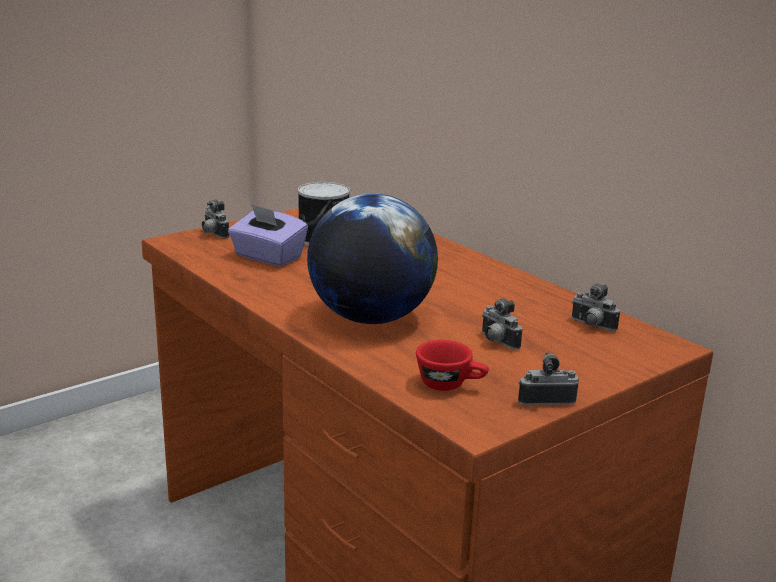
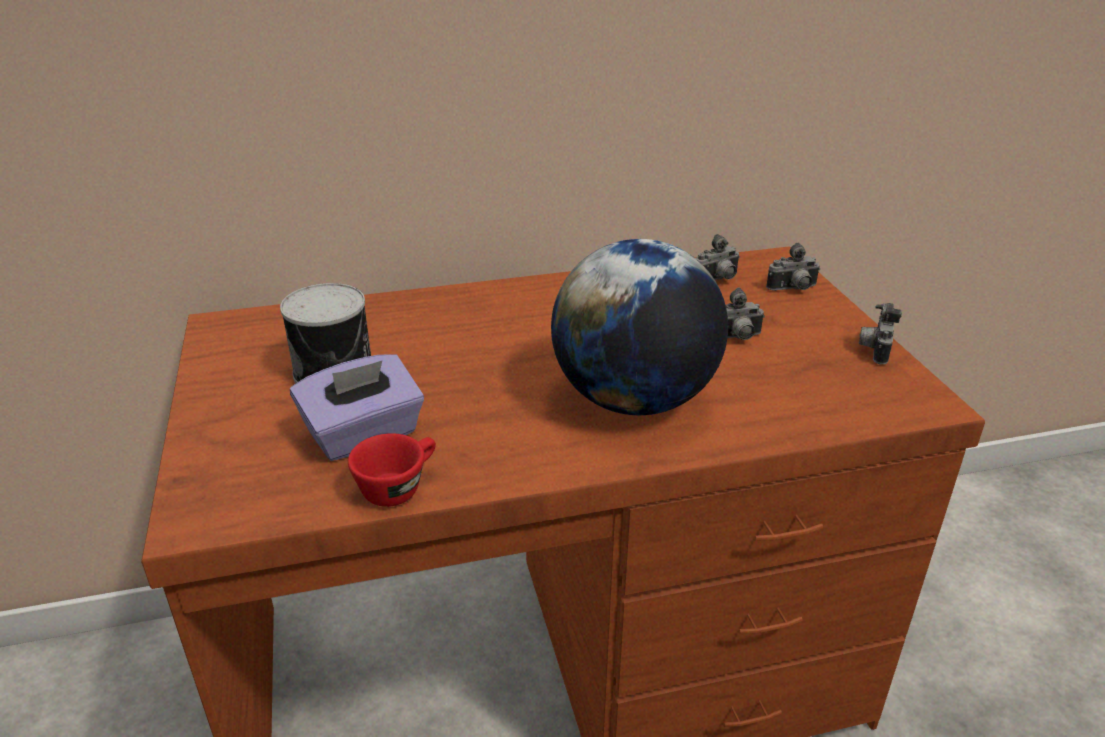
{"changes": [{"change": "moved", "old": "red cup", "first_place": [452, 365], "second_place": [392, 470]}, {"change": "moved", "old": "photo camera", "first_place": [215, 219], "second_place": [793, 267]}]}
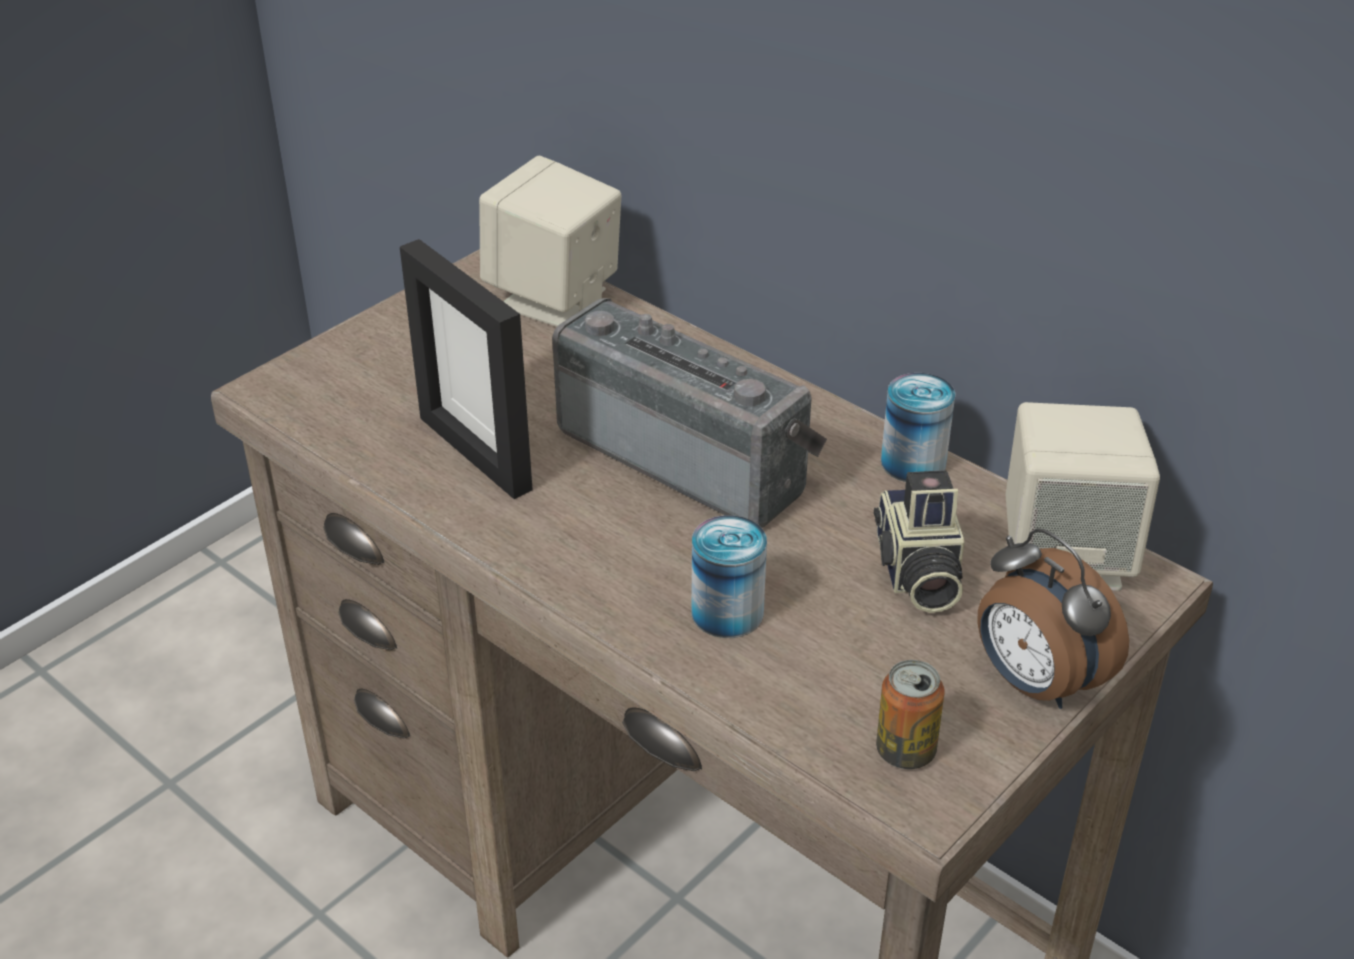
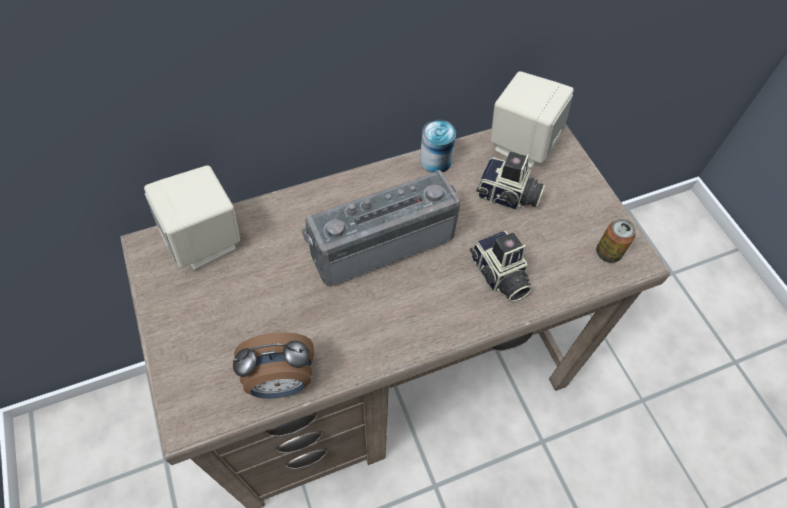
{"changes": [{"change": "moved", "old": "alarm clock", "first_place": [1053, 618], "second_place": [273, 365]}, {"change": "replaced", "old": "can", "new": "photo camera", "first_place": [729, 576], "second_place": [501, 266]}, {"change": "removed", "old": "picture frame", "first_place": [466, 369]}]}
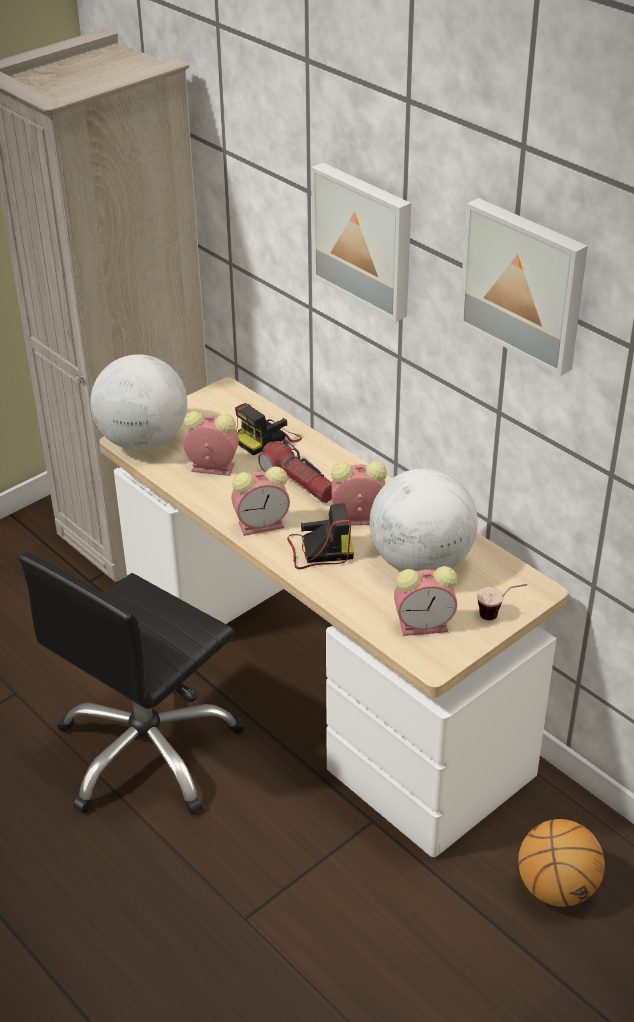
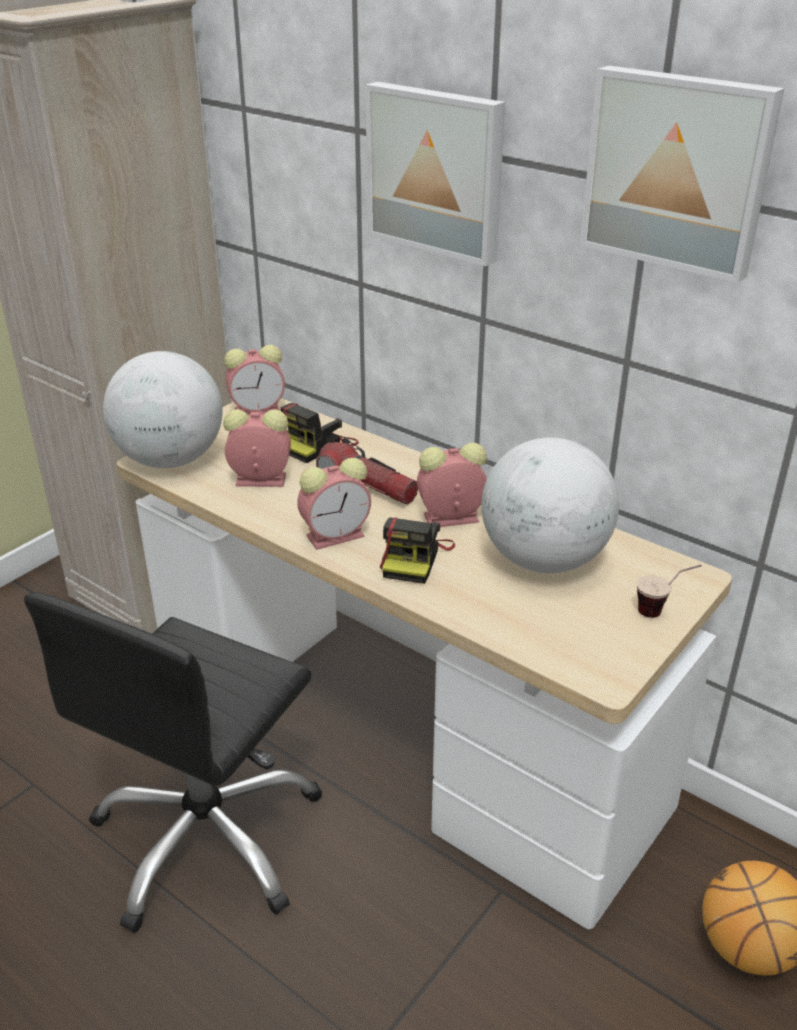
{"changes": [{"change": "moved", "old": "alarm clock", "first_place": [425, 601], "second_place": [254, 380]}, {"change": "turned", "old": "photo camera", "first_place": [320, 536], "second_place": [417, 550], "degrees": 120}]}
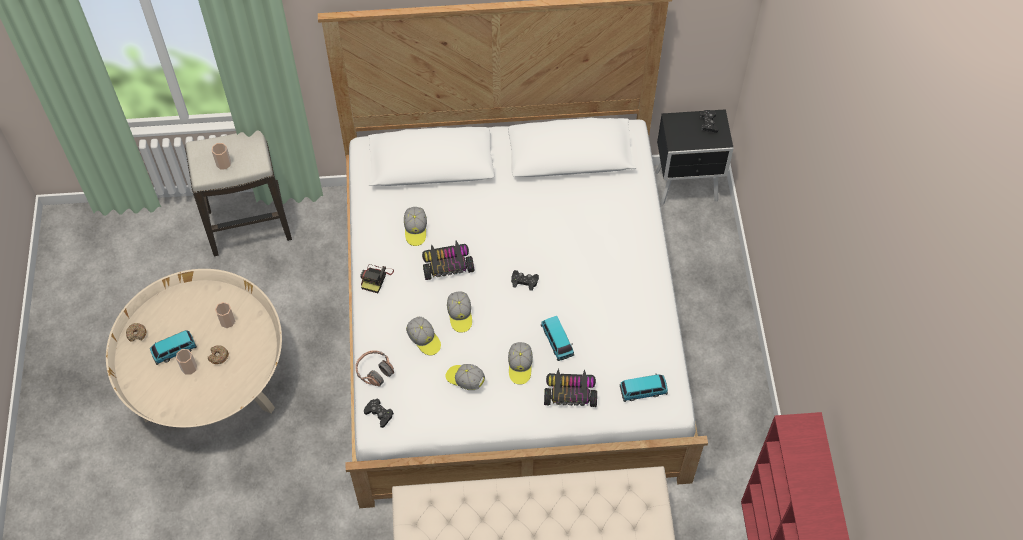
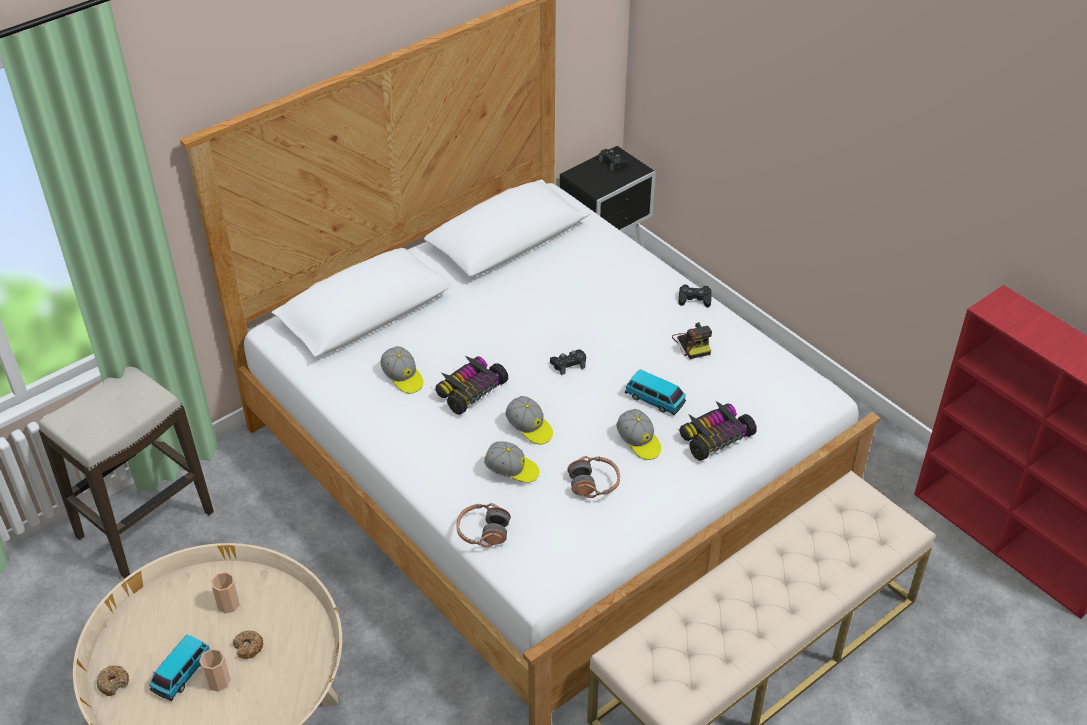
{"changes": [{"change": "replaced", "old": "cap", "new": "headphones", "first_place": [465, 377], "second_place": [593, 477]}, {"change": "moved", "old": "photo camera", "first_place": [377, 278], "second_place": [692, 340]}, {"change": "moved", "old": "black game controller", "first_place": [379, 413], "second_place": [695, 296]}, {"change": "removed", "old": "cup", "first_place": [221, 156]}, {"change": "removed", "old": "toy car", "first_place": [644, 388]}]}
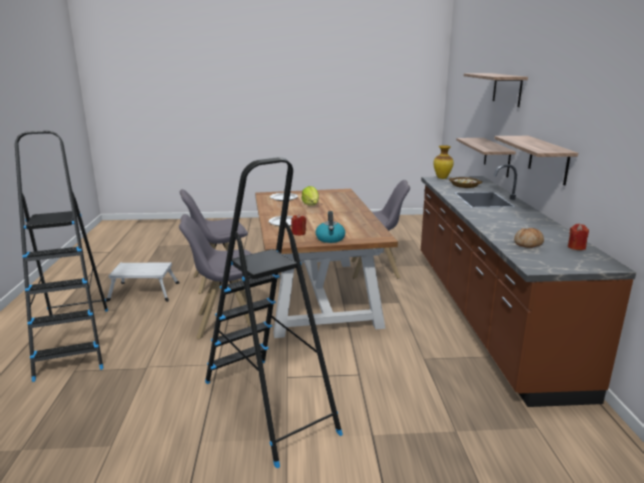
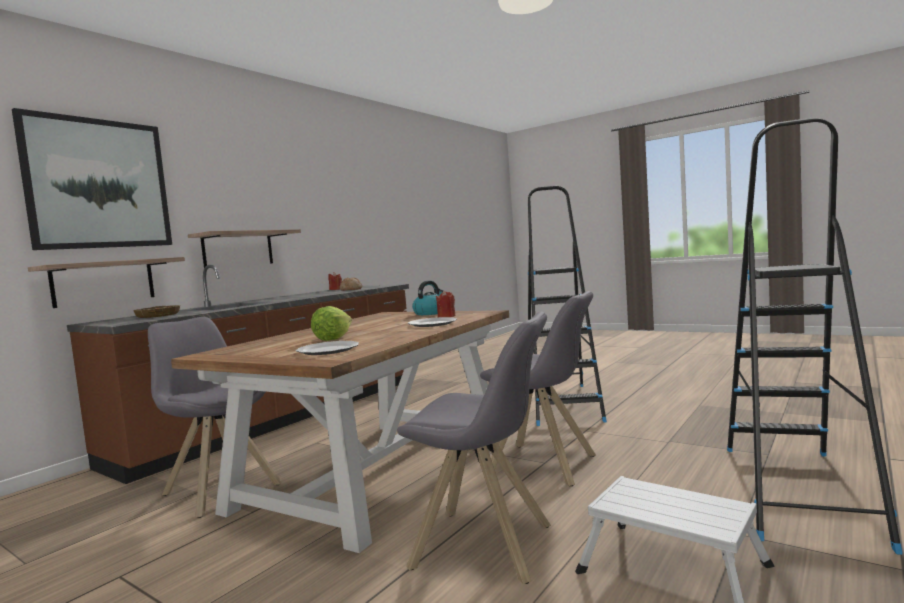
{"changes": [{"change": "replaced", "old": "shelf", "new": "picture", "first_place": [496, 90], "second_place": [92, 179]}, {"change": "removed", "old": "vase", "first_place": [443, 162]}]}
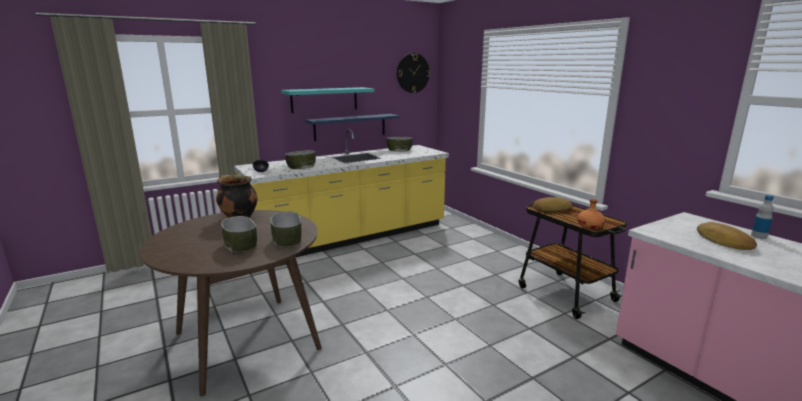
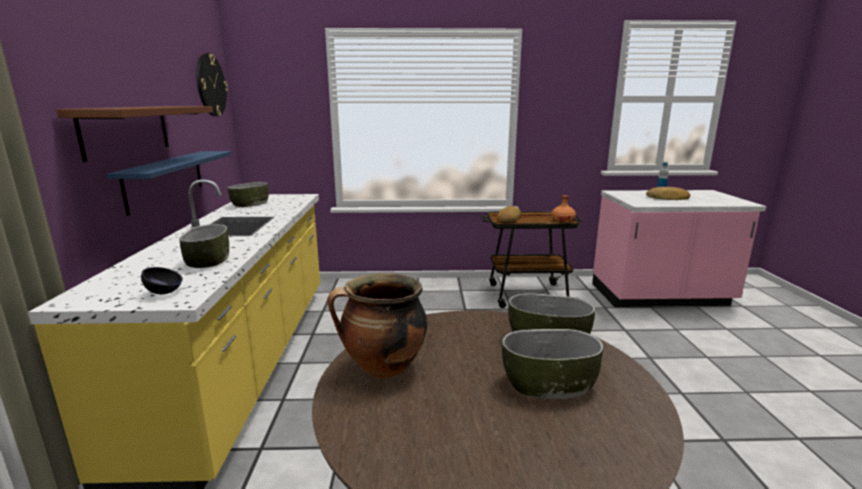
{"changes": [{"change": "recoloured", "old": "turquoise shelf", "new": "brown shelf", "first_place": [328, 100], "second_place": [134, 134]}]}
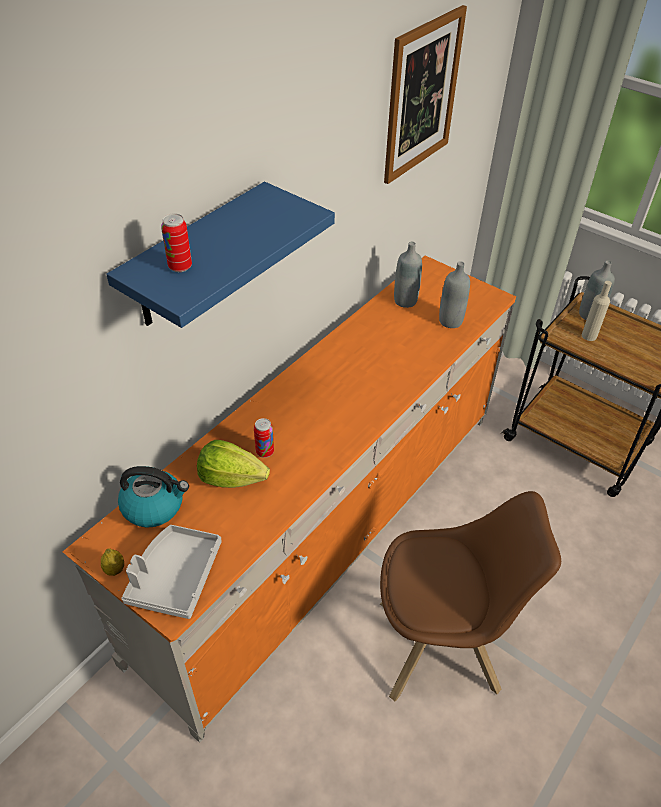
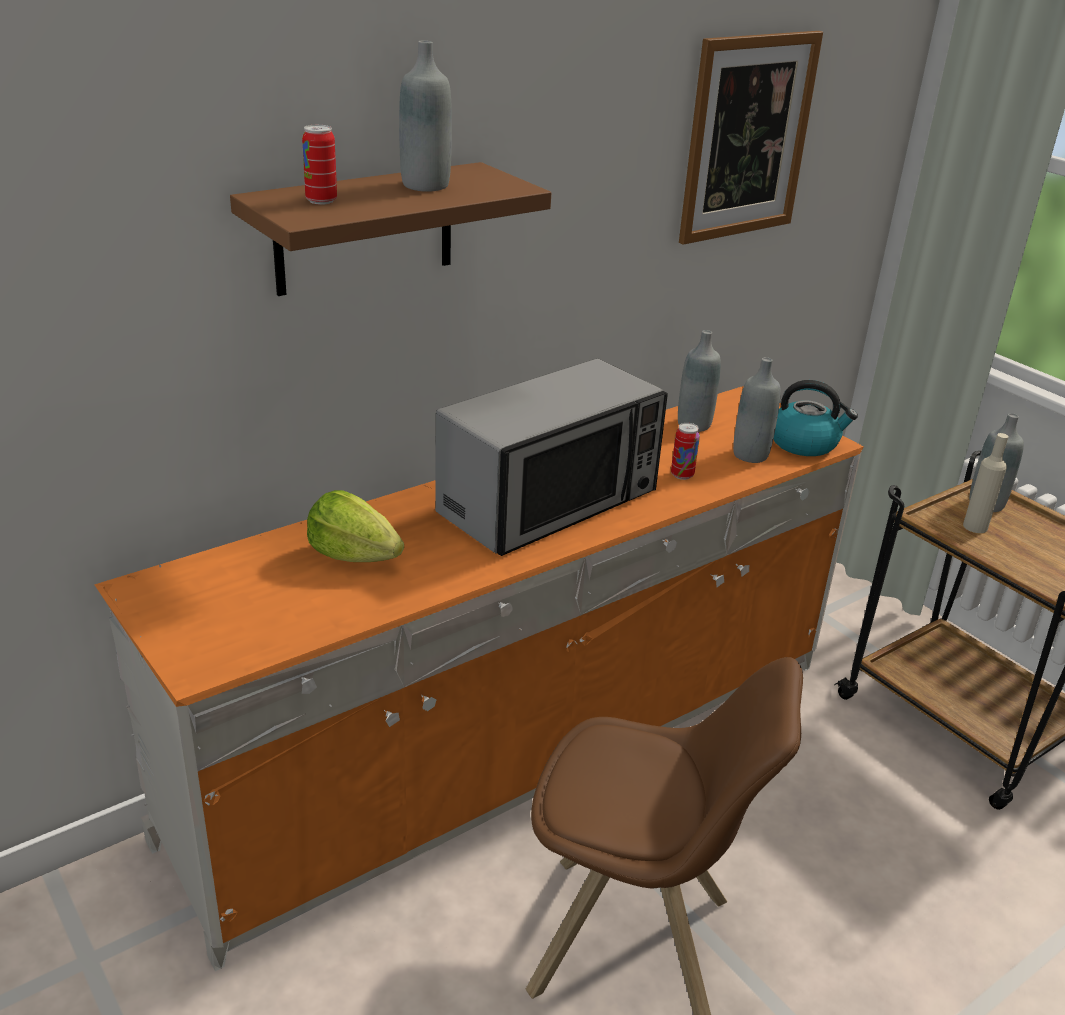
{"changes": [{"change": "recoloured", "old": "blue shelf", "new": "brown shelf", "first_place": [220, 255], "second_place": [390, 229]}, {"change": "added", "new": "grey bottle", "second_place": [425, 116]}, {"change": "added", "new": "microwave", "second_place": [551, 457]}, {"change": "moved", "old": "can", "first_place": [264, 438], "second_place": [685, 451]}, {"change": "moved", "old": "kettle", "first_place": [153, 497], "second_place": [815, 418]}, {"change": "removed", "old": "lemon", "first_place": [112, 562]}, {"change": "removed", "old": "grey tray", "first_place": [171, 572]}]}
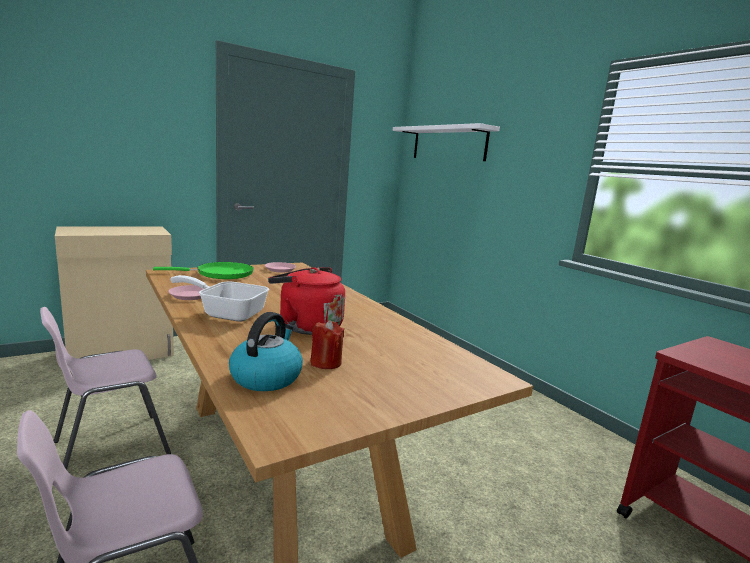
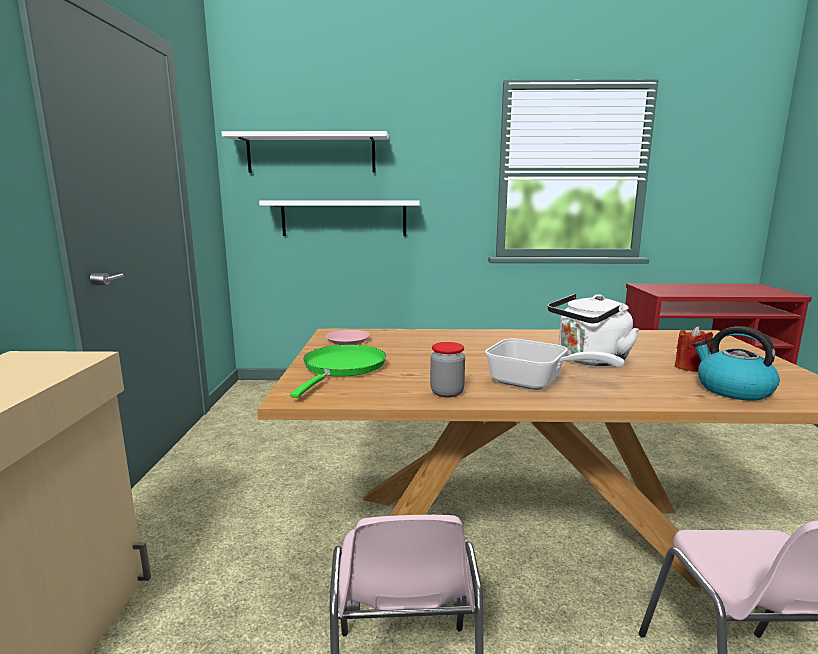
{"changes": [{"change": "added", "new": "white shelf", "second_place": [339, 218]}, {"change": "replaced", "old": "pink plate", "new": "jar", "first_place": [186, 292], "second_place": [447, 370]}, {"change": "turned", "old": "frying pan", "first_place": [219, 298], "second_place": [555, 364], "degrees": -105}, {"change": "recoloured", "old": "red kettle", "new": "white kettle", "first_place": [306, 301], "second_place": [593, 330]}]}
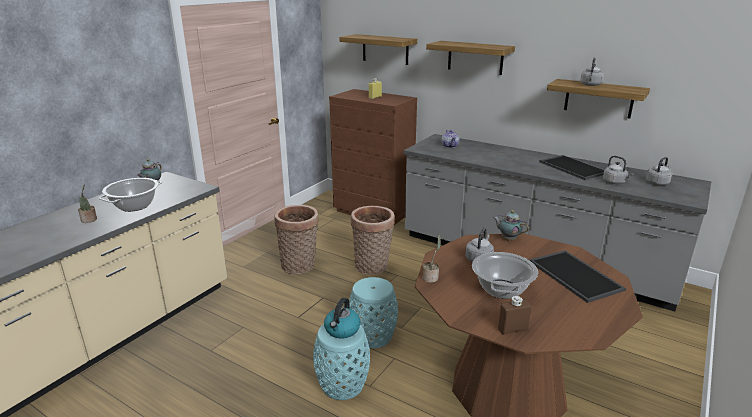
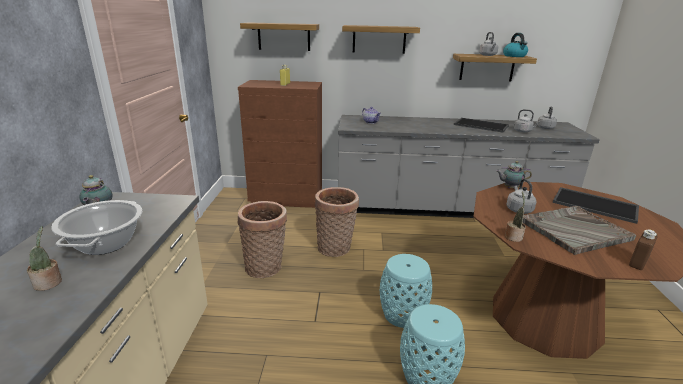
{"changes": [{"change": "moved", "old": "kettle", "first_place": [342, 318], "second_place": [515, 45]}, {"change": "replaced", "old": "cooking pot", "new": "grey tray", "first_place": [505, 275], "second_place": [579, 230]}]}
